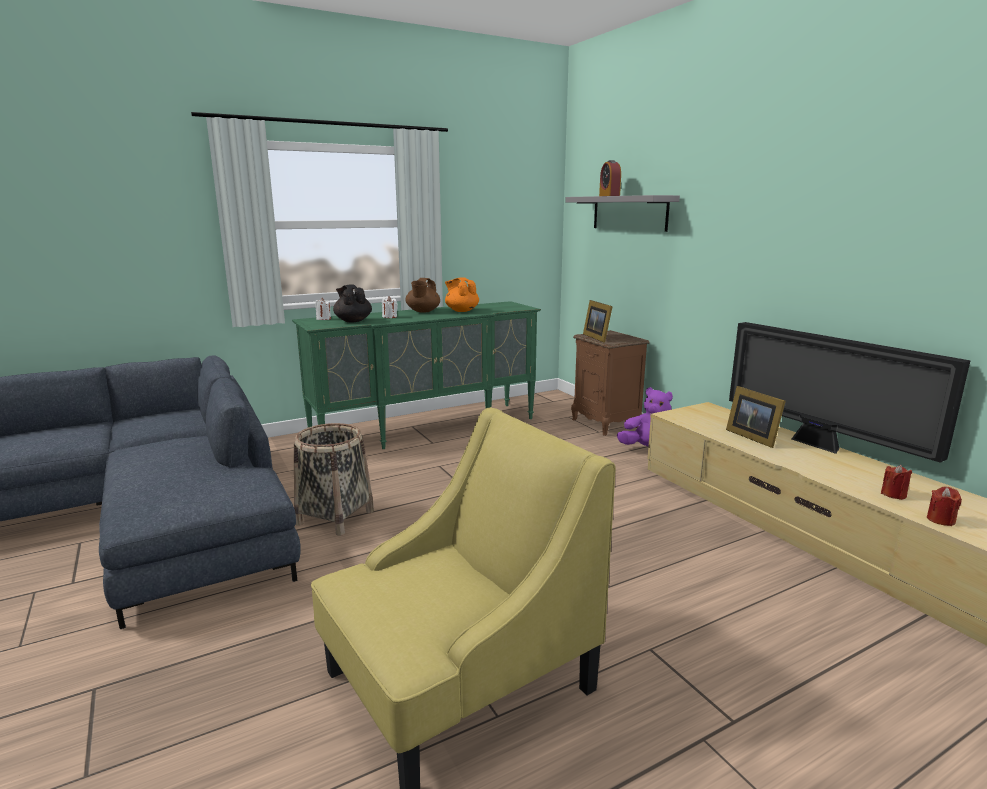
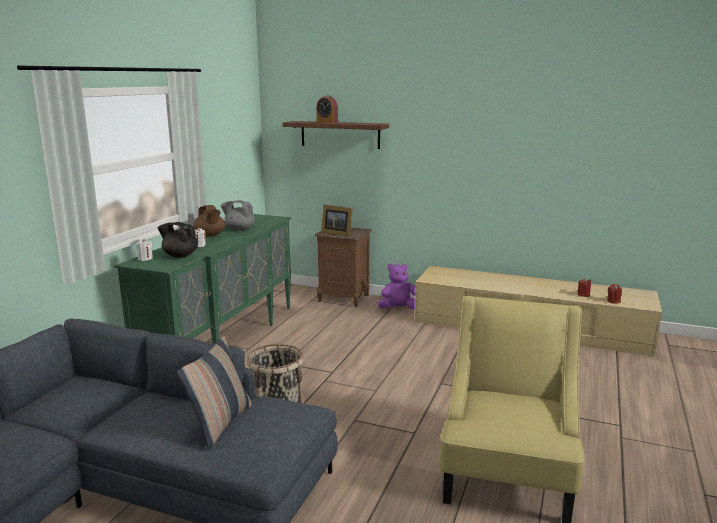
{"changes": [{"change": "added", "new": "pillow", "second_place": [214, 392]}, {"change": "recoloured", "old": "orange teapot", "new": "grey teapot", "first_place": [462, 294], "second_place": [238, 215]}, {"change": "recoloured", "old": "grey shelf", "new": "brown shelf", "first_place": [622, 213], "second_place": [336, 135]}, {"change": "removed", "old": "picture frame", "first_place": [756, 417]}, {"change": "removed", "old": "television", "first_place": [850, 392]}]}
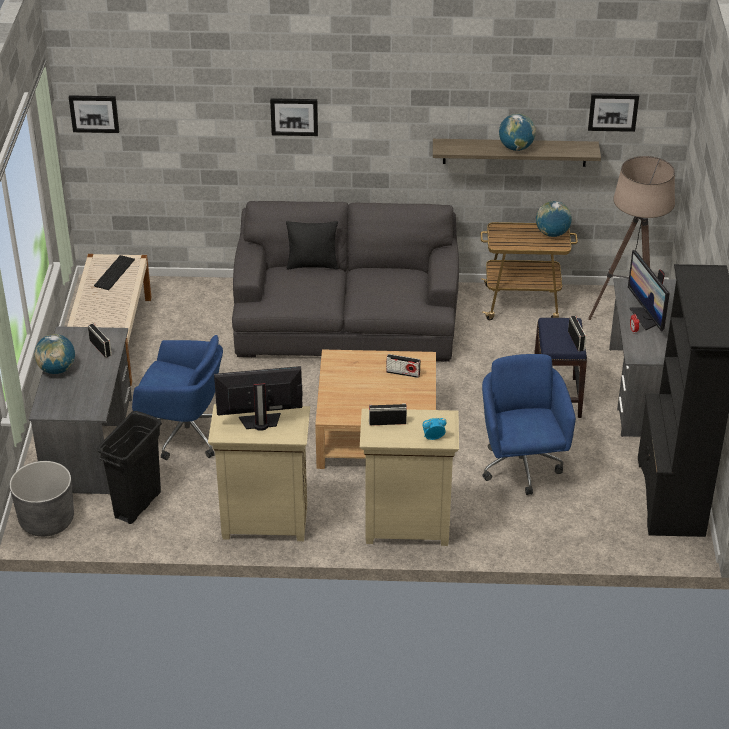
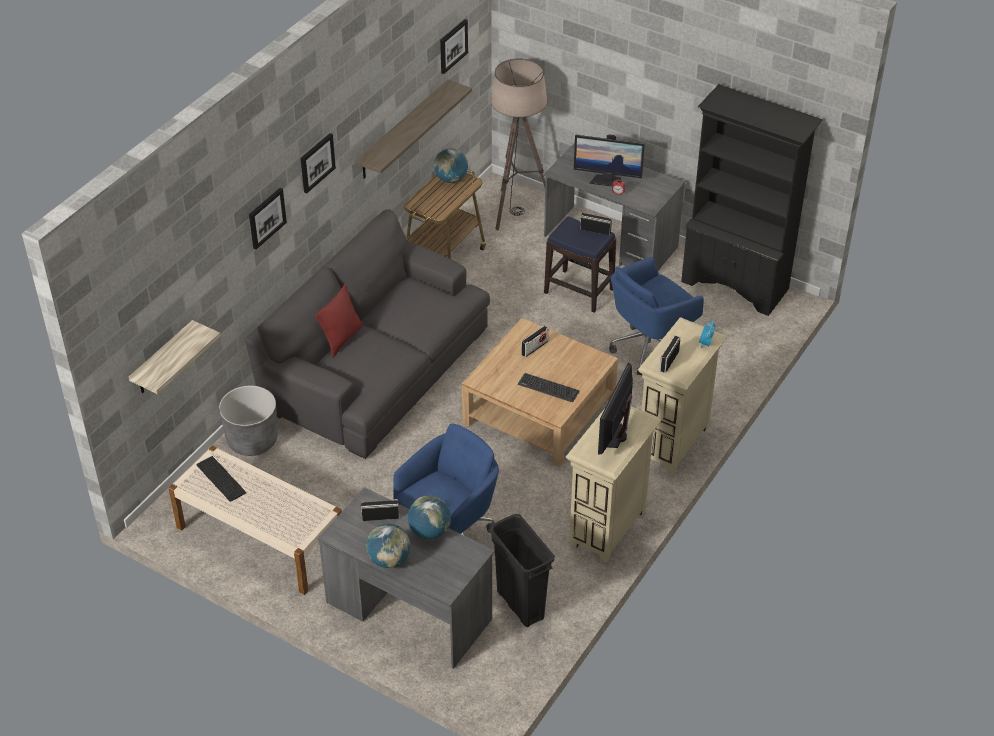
{"changes": [{"change": "added", "new": "shelf", "second_place": [175, 357]}, {"change": "moved", "old": "grey planter", "first_place": [41, 499], "second_place": [248, 421]}, {"change": "moved", "old": "picture", "first_place": [94, 114], "second_place": [318, 163]}, {"change": "recoloured", "old": "black pillow", "new": "red pillow", "first_place": [312, 245], "second_place": [339, 321]}, {"change": "moved", "old": "globe", "first_place": [517, 132], "second_place": [429, 517]}, {"change": "added", "new": "keyboard", "second_place": [548, 387]}, {"change": "turned", "old": "blue office chair", "first_place": [529, 424], "second_place": [656, 316], "degrees": -60}]}
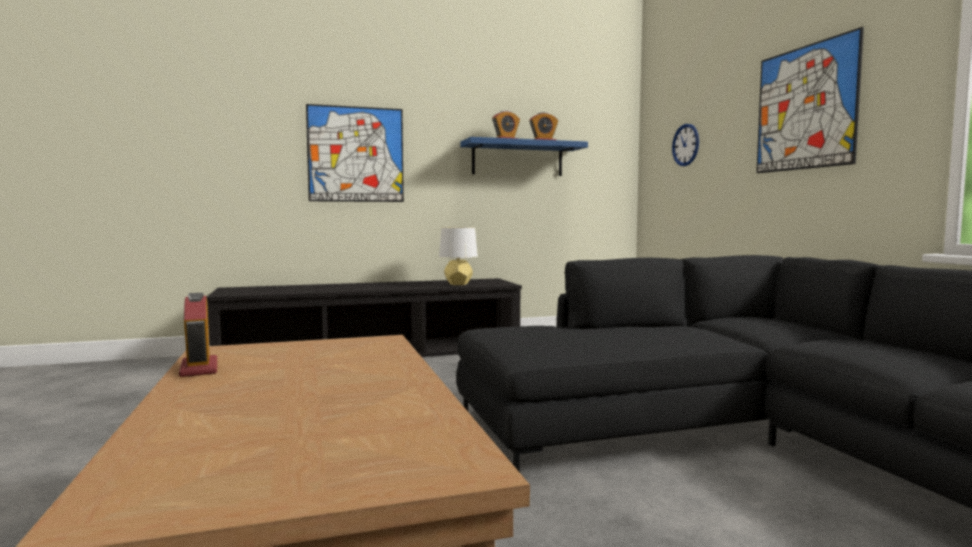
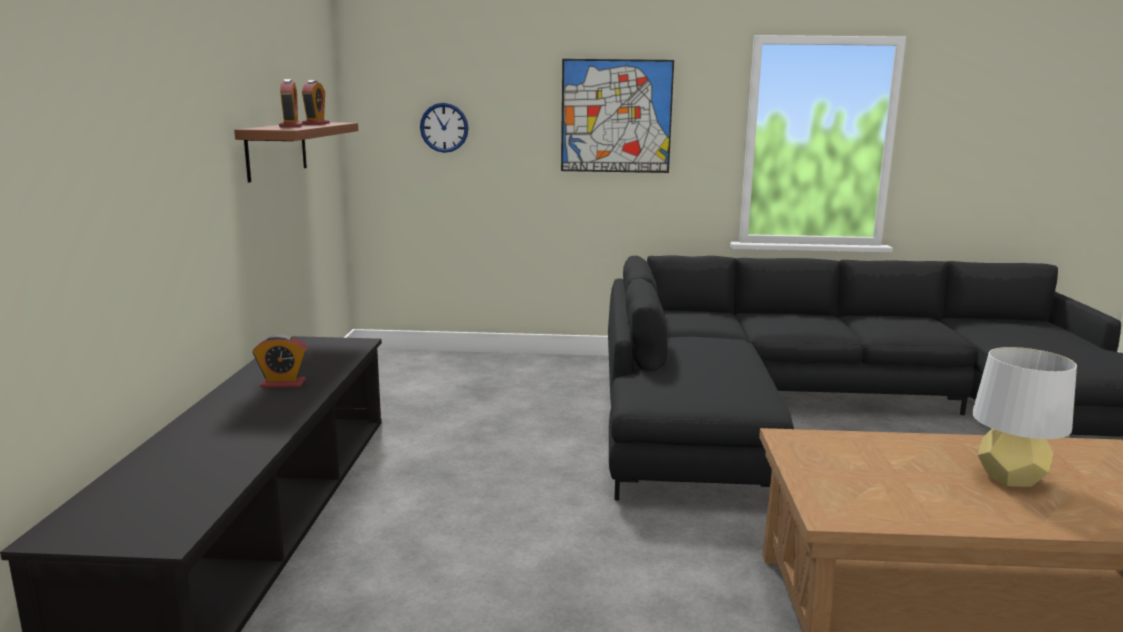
{"changes": [{"change": "recoloured", "old": "blue shelf", "new": "brown shelf", "first_place": [524, 156], "second_place": [296, 152]}, {"change": "moved", "old": "alarm clock", "first_place": [198, 335], "second_place": [280, 361]}, {"change": "moved", "old": "grey table lamp", "first_place": [458, 256], "second_place": [1024, 417]}, {"change": "removed", "old": "picture", "first_place": [355, 153]}]}
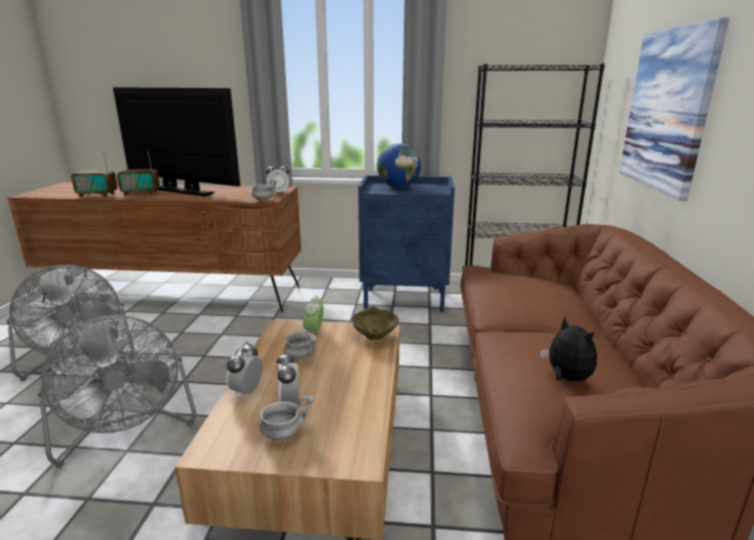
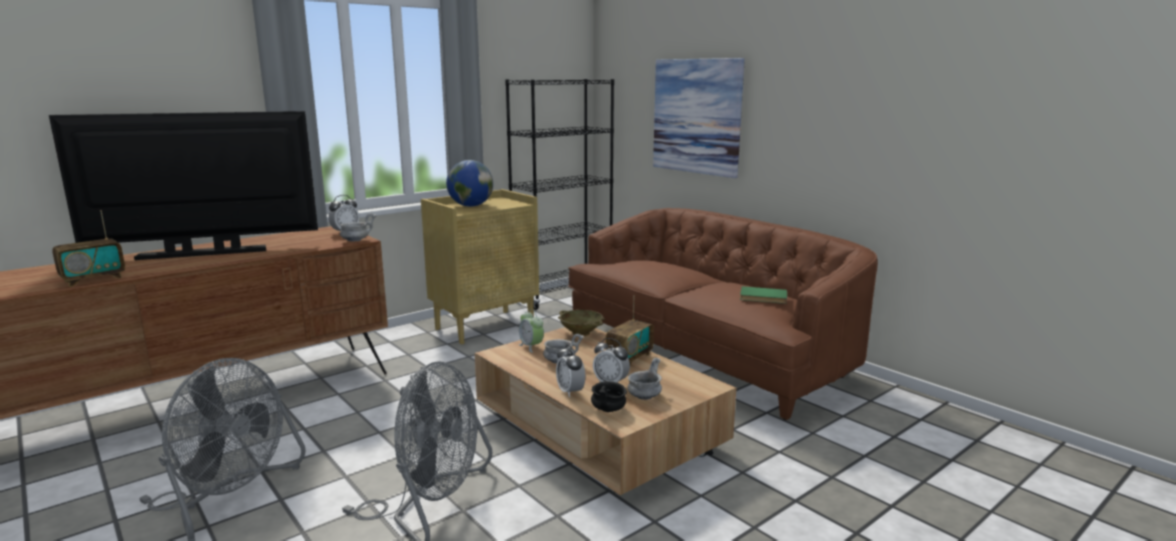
{"changes": [{"change": "recoloured", "old": "blue cabinet", "new": "beige cabinet", "first_place": [406, 243], "second_place": [480, 266]}, {"change": "added", "new": "black bowl", "second_place": [609, 396]}, {"change": "moved", "old": "radio", "first_place": [138, 173], "second_place": [630, 330]}, {"change": "replaced", "old": "plush toy", "new": "green book", "first_place": [568, 349], "second_place": [763, 295]}]}
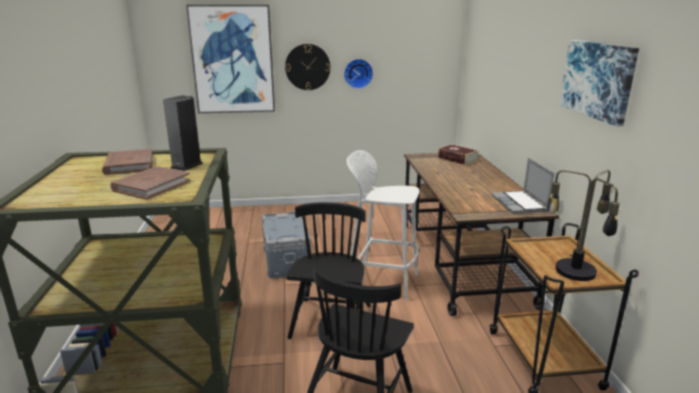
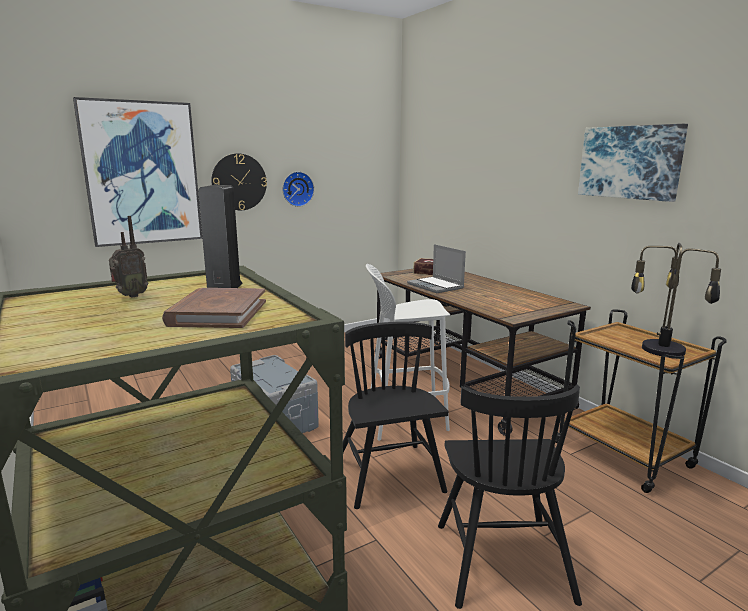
{"changes": [{"change": "replaced", "old": "brown book", "new": "radio", "first_place": [127, 162], "second_place": [128, 257]}, {"change": "moved", "old": "laptop", "first_place": [522, 186], "second_place": [436, 268]}]}
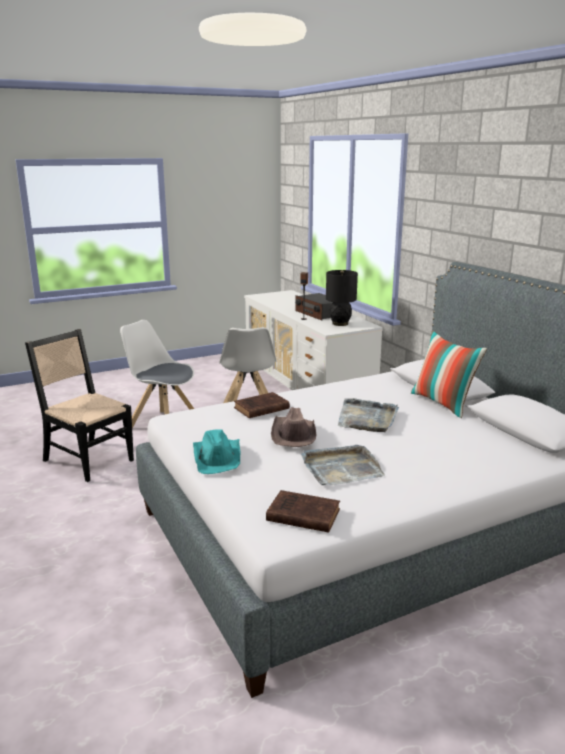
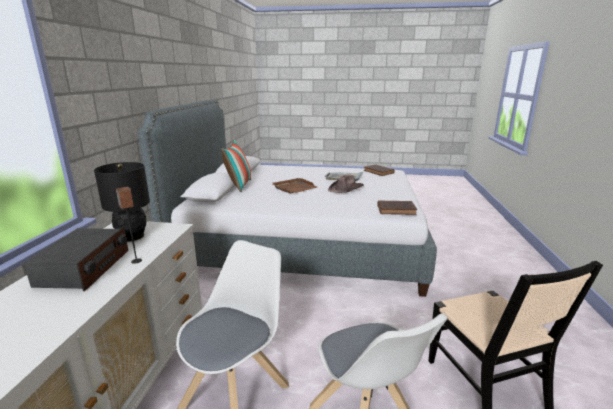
{"changes": [{"change": "recoloured", "old": "grey tray", "new": "brown tray", "first_place": [368, 415], "second_place": [295, 185]}, {"change": "moved", "old": "brown book", "first_place": [262, 405], "second_place": [397, 208]}, {"change": "removed", "old": "turquoise hat", "first_place": [216, 451]}]}
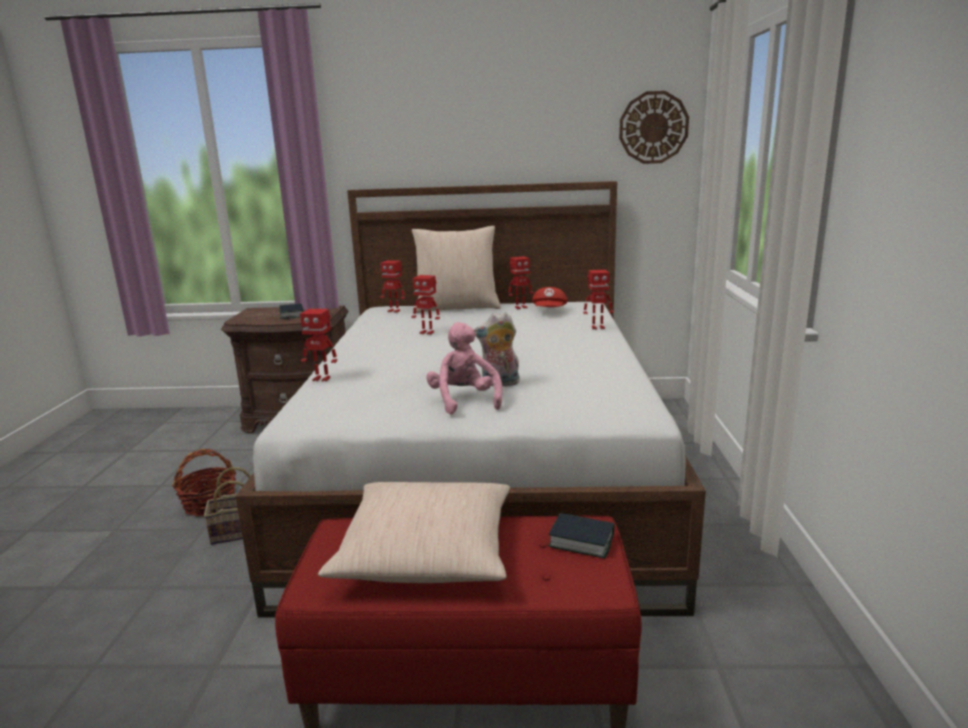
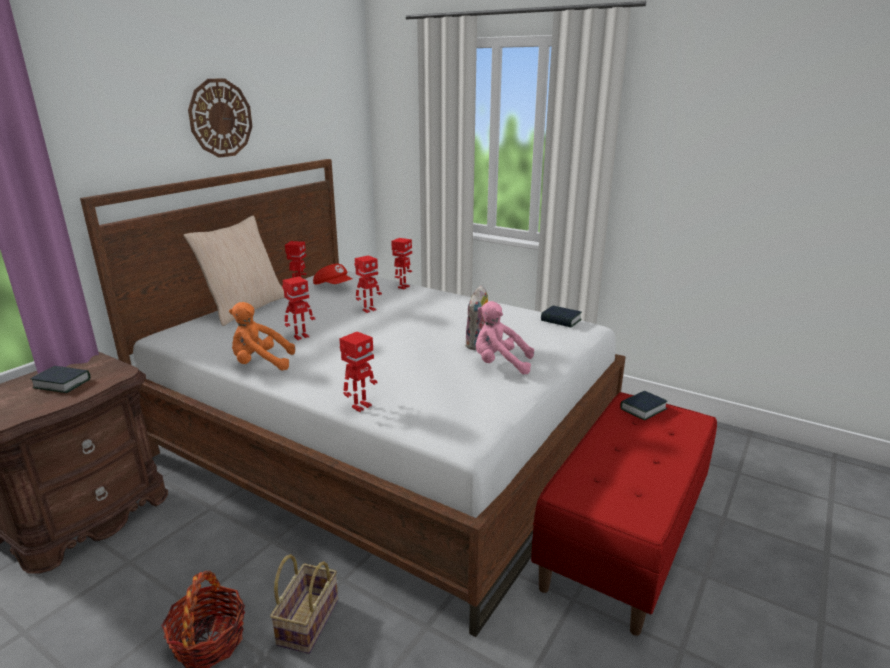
{"changes": [{"change": "moved", "old": "wall clock", "first_place": [654, 127], "second_place": [220, 118]}, {"change": "added", "new": "orange plush toy", "second_place": [262, 336]}, {"change": "moved", "old": "toy robot", "first_place": [392, 286], "second_place": [368, 284]}, {"change": "added", "new": "book", "second_place": [561, 316]}, {"change": "removed", "old": "beige pillow", "first_place": [414, 532]}]}
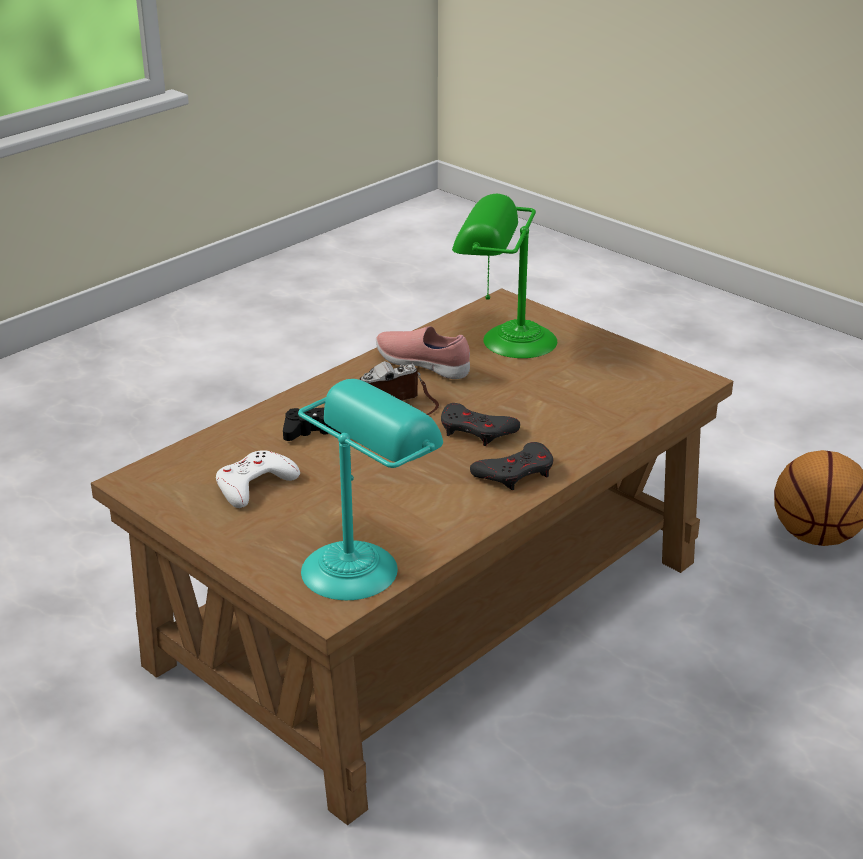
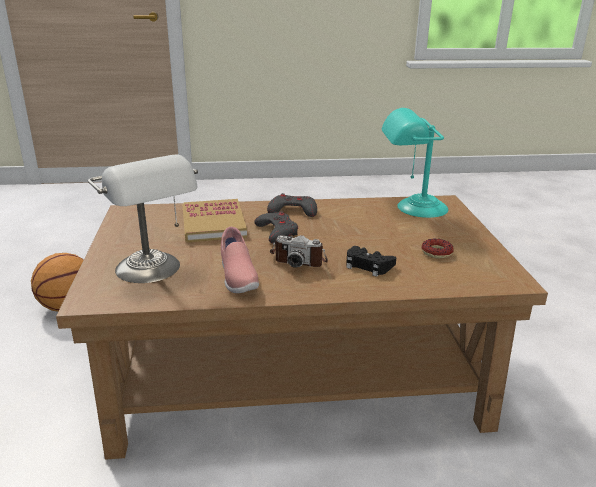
{"changes": [{"change": "recoloured", "old": "green table lamp", "new": "white table lamp", "first_place": [504, 276], "second_place": [143, 218]}, {"change": "added", "new": "book", "second_place": [214, 221]}, {"change": "replaced", "old": "white game controller", "new": "donut", "first_place": [258, 479], "second_place": [438, 249]}]}
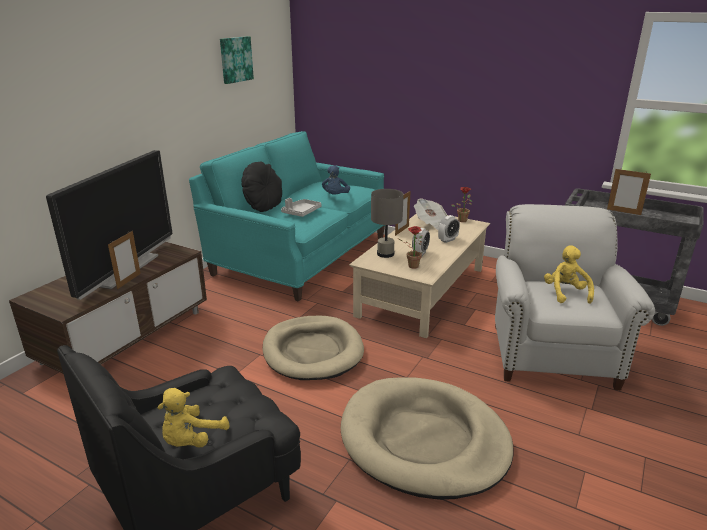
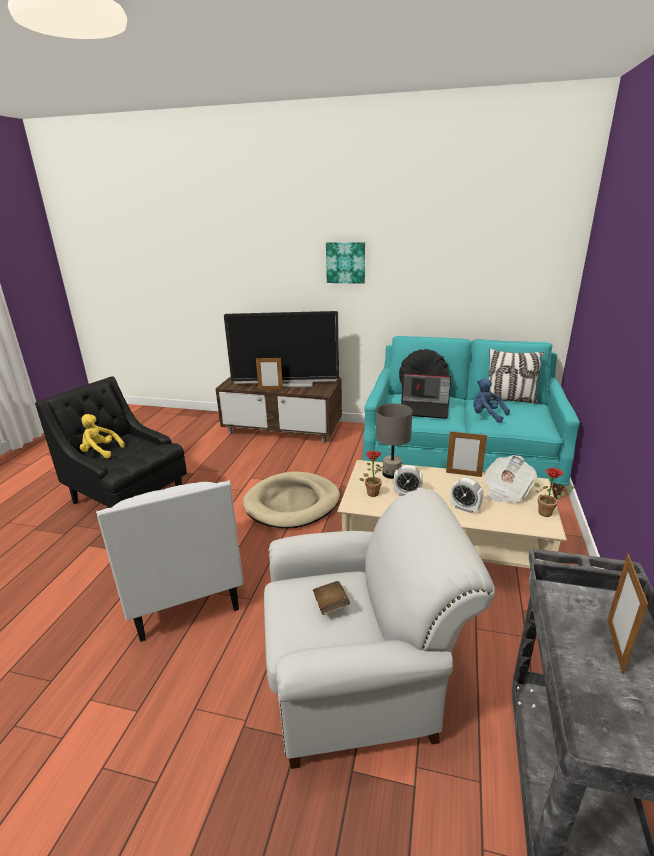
{"changes": [{"change": "replaced", "old": "beige dog bed", "new": "white armchair", "first_place": [427, 438], "second_place": [170, 561]}, {"change": "replaced", "old": "yellow plush toy", "new": "brown book", "first_place": [569, 274], "second_place": [331, 598]}, {"change": "moved", "old": "picture", "first_place": [237, 60], "second_place": [345, 263]}, {"change": "replaced", "old": "grey tray", "new": "laptop", "first_place": [301, 207], "second_place": [426, 396]}, {"change": "turned", "old": "blue plush toy", "first_place": [336, 180], "second_place": [491, 400], "degrees": 45}, {"change": "added", "new": "pillow", "second_place": [516, 376]}]}
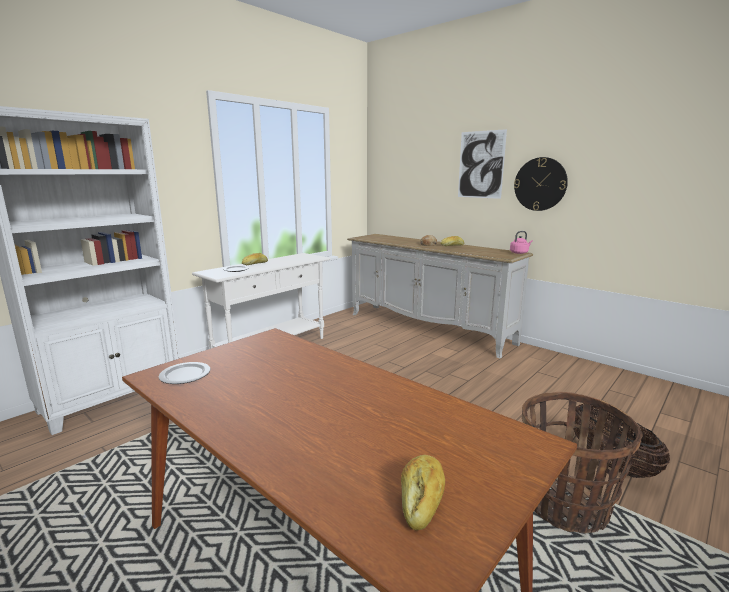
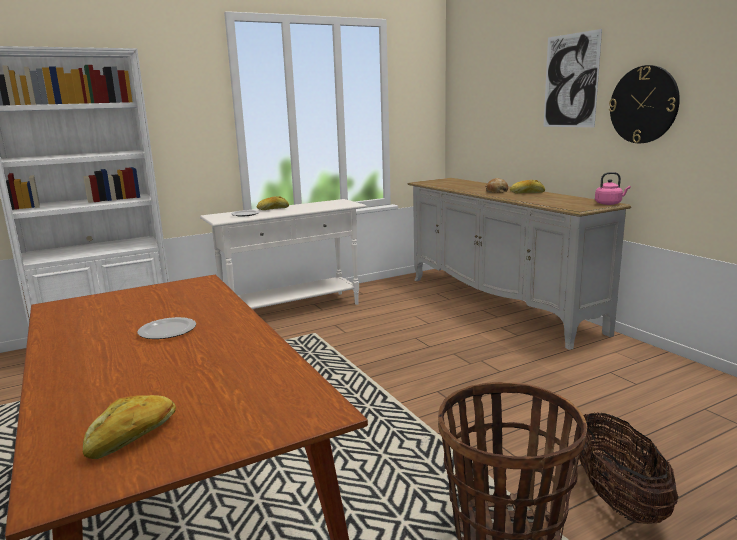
{"changes": [{"change": "moved", "old": "plate", "first_place": [184, 373], "second_place": [166, 328]}]}
